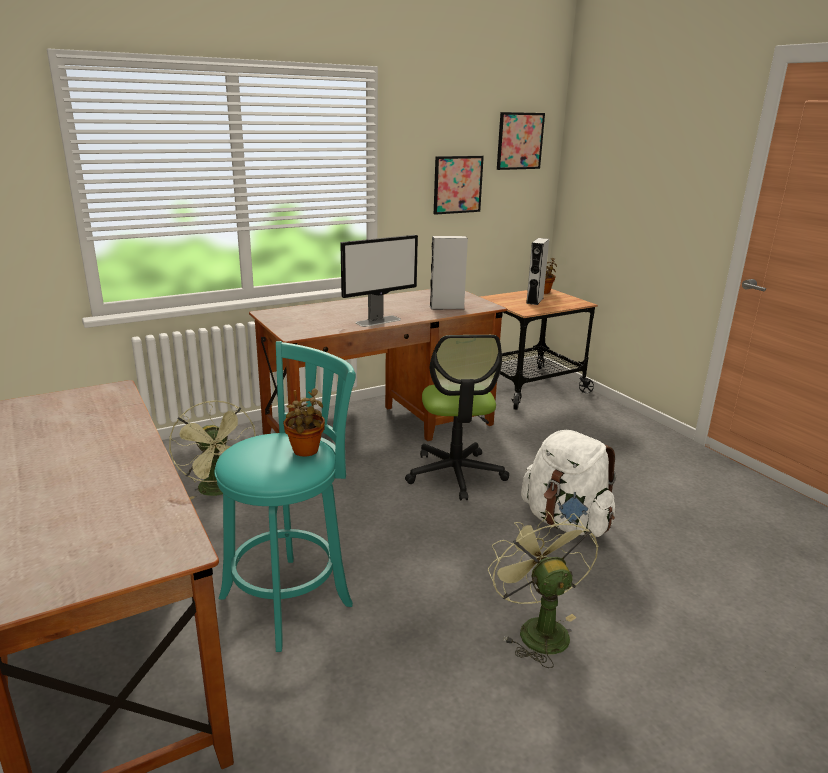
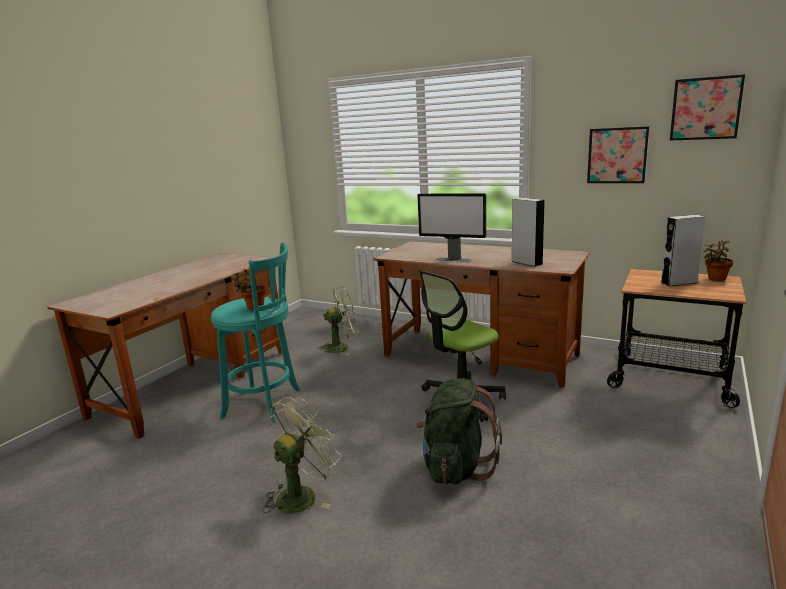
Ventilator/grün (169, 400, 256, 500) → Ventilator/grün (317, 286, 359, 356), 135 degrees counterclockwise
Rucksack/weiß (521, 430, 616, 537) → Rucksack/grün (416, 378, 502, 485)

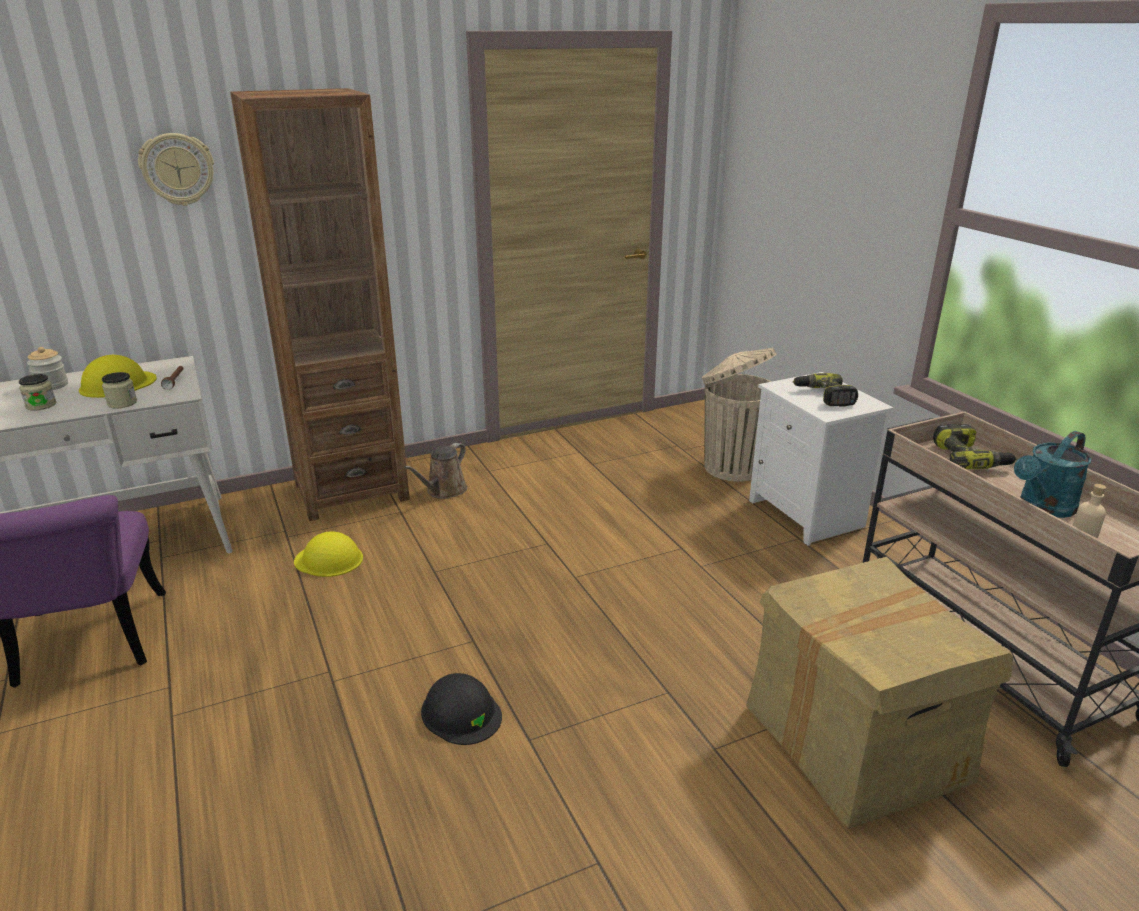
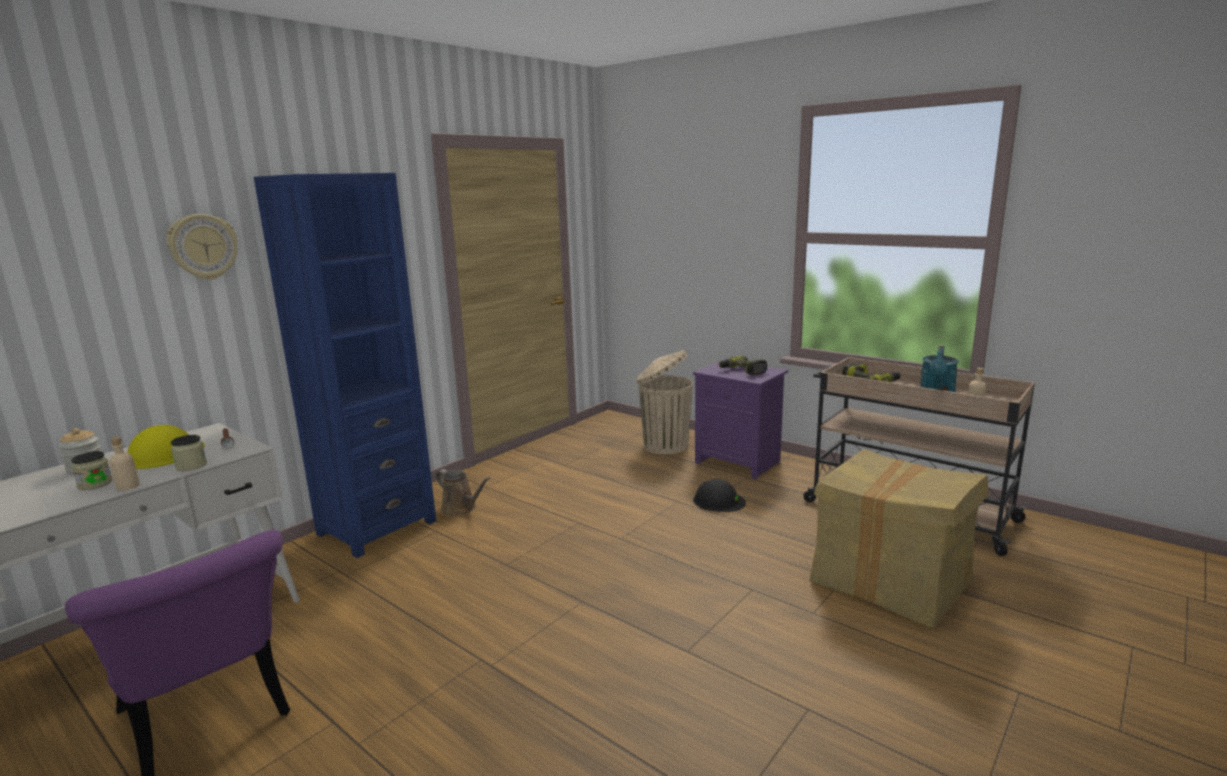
Bücherregal/braun (230, 88, 410, 521) → Bücherregal/blau (254, 173, 436, 558)
Nachttisch/weiß (749, 372, 893, 546) → Nachttisch/lila (693, 360, 788, 480)
Gießkanne/braun (404, 443, 467, 499) → Gießkanne/braun (436, 469, 490, 516), 60 degrees counterclockwise
Schutzhelm/gelb (294, 532, 363, 577) → -
Schutzhelm/schwarz (421, 673, 502, 745) → Schutzhelm/schwarz (693, 479, 746, 512), relocated
- → Flasche/beige (109, 437, 140, 491)

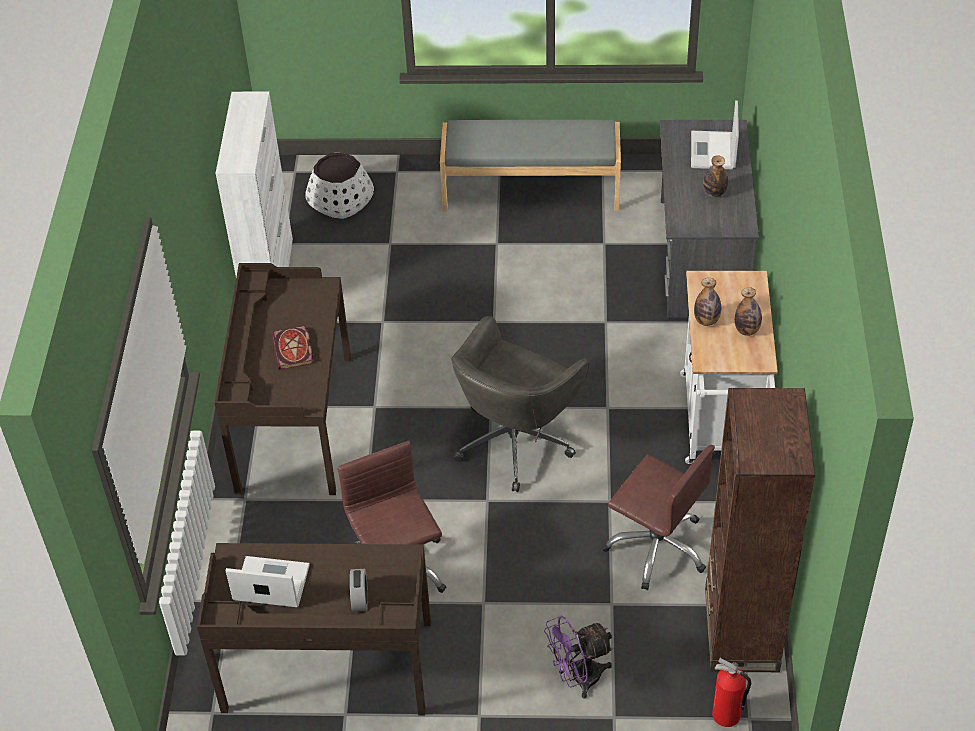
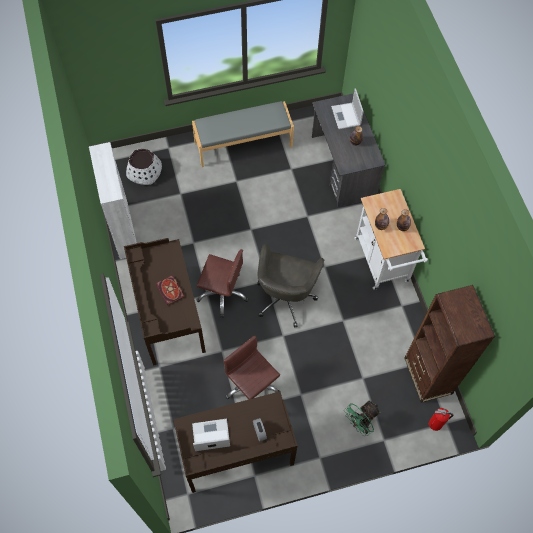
Bürostuhl/braun (602, 445, 715, 590) → Bürostuhl/braun (196, 249, 248, 318), relocated
Ventilator/lila (544, 615, 614, 699) → Ventilator/grün (344, 400, 380, 436)

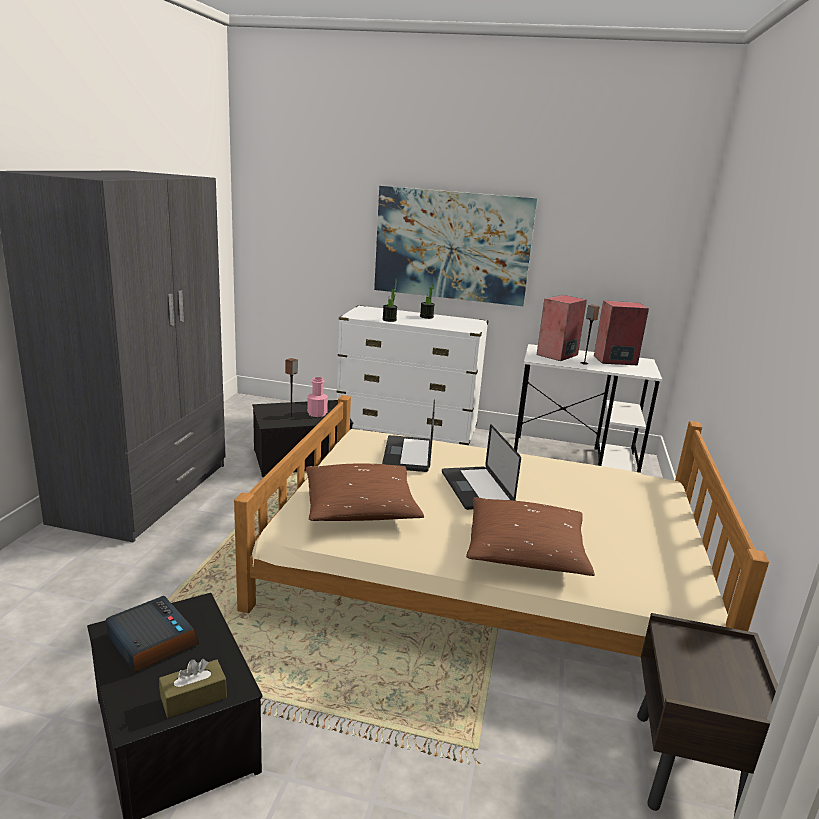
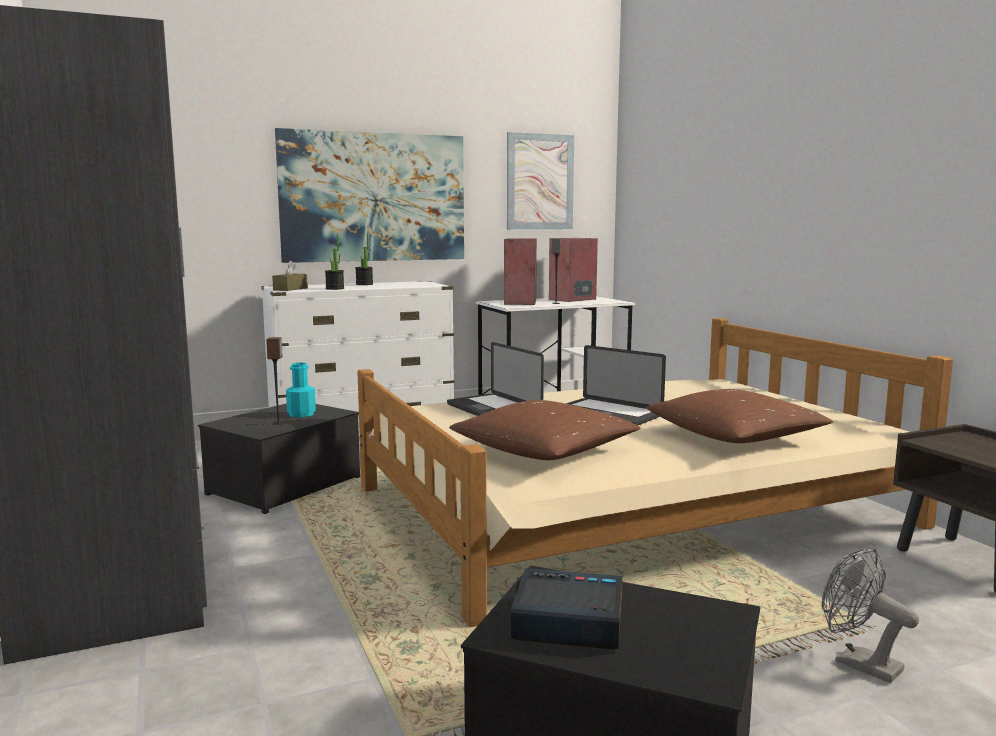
Flasche/rosa (307, 377, 328, 417) → Flasche/türkis (286, 362, 316, 417)
Taschentuchbox/braun (159, 659, 227, 718) → Taschentuchbox/braun (272, 261, 308, 291), relocated
- → Bild (507, 132, 574, 229)
- → Ventilator/grau (822, 547, 919, 683)

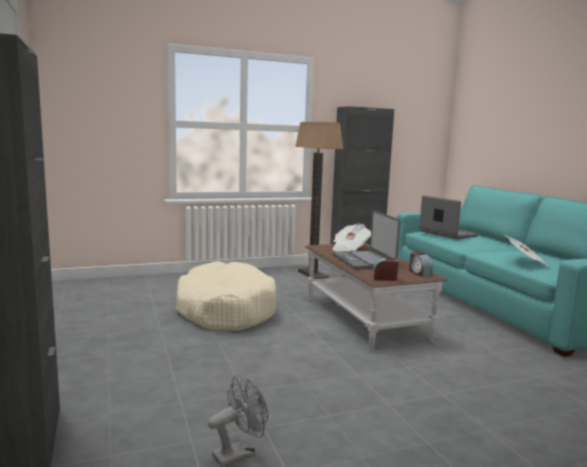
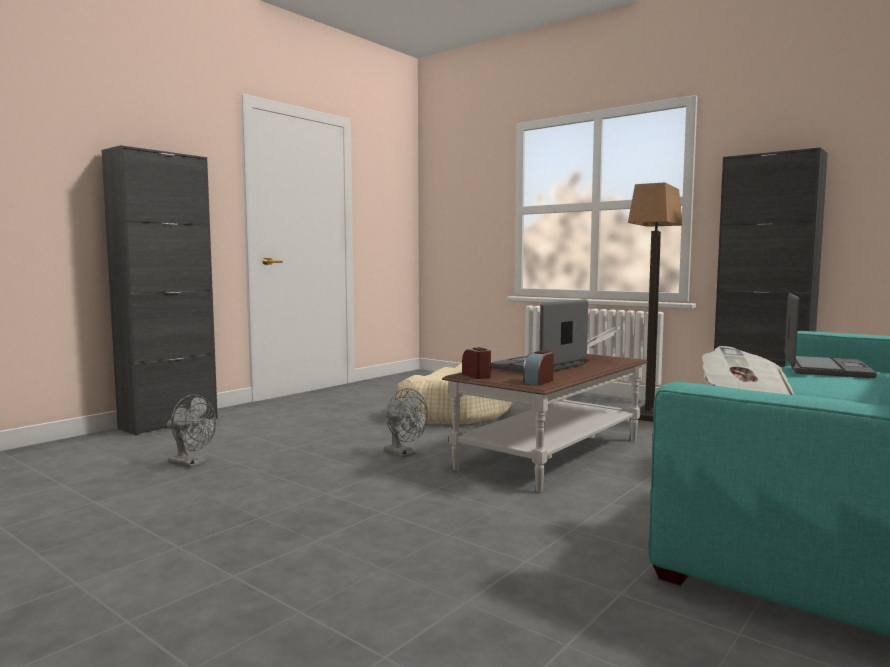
- → Ventilator/grau (384, 388, 428, 458)

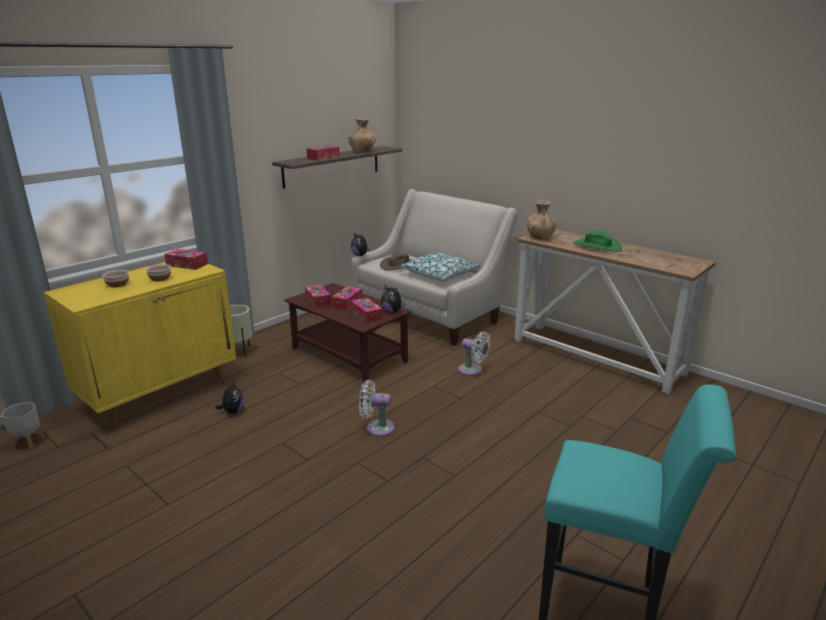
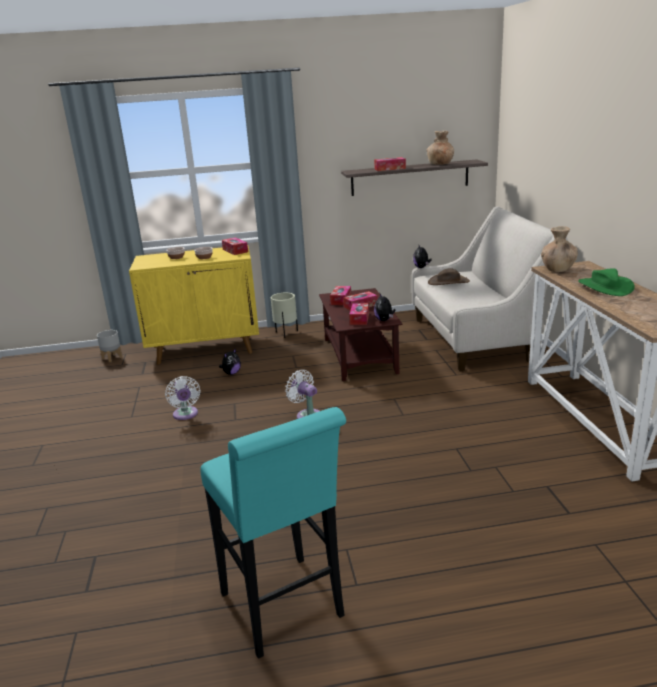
Kissen (399, 252, 480, 281) → -
Ventilator/weiß (458, 332, 490, 376) → Ventilator/weiß (165, 376, 201, 420), relocated

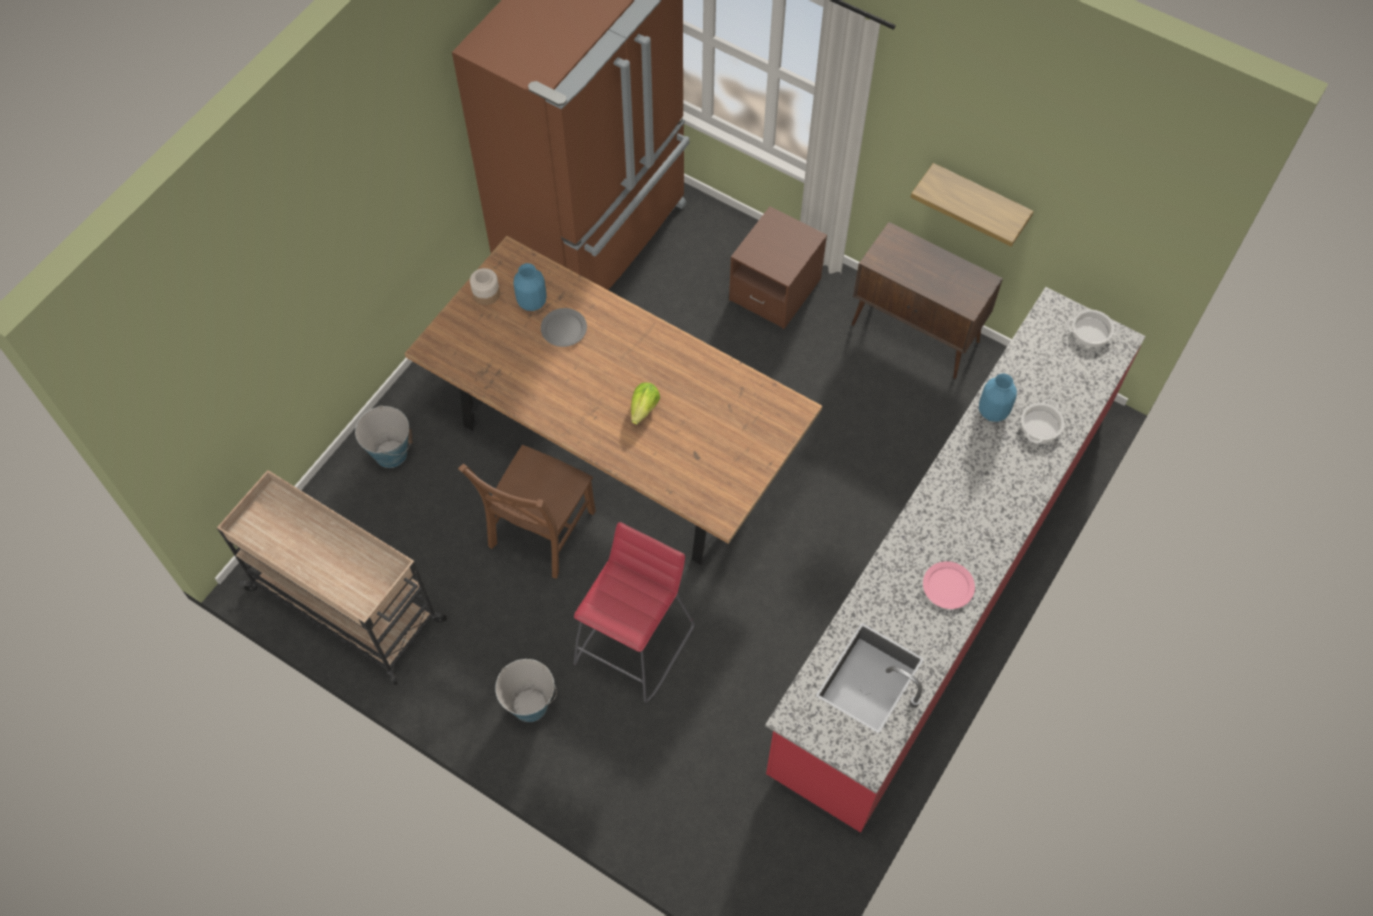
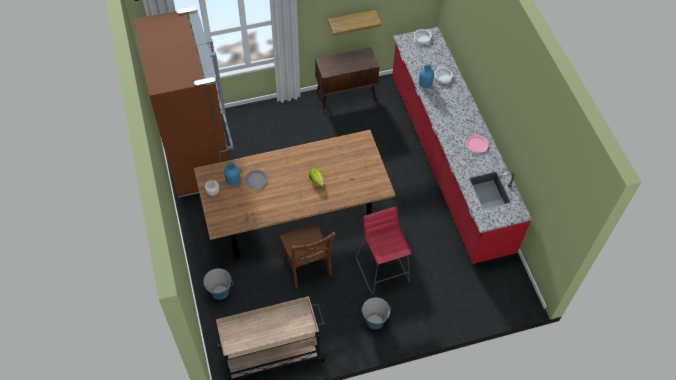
Nachttisch/braun (729, 206, 827, 329) → -

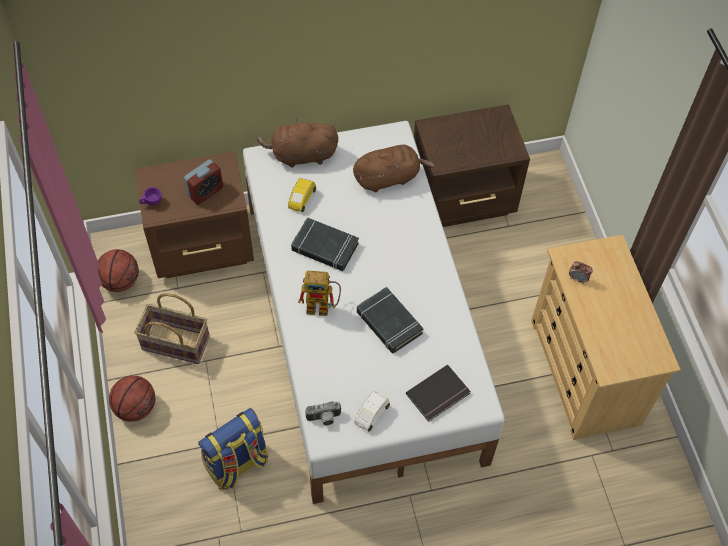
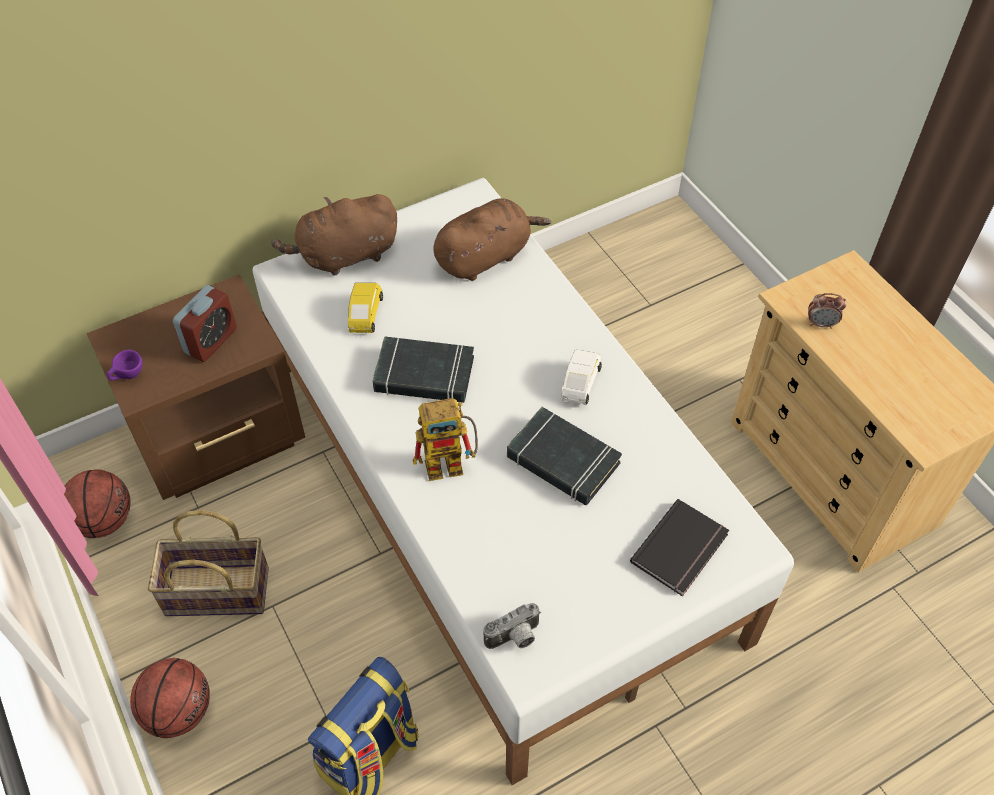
Nachttisch/braun (414, 104, 530, 227) → -
Spielzeugauto/weiß (354, 391, 390, 432) → Spielzeugauto/weiß (562, 349, 602, 405), relocated

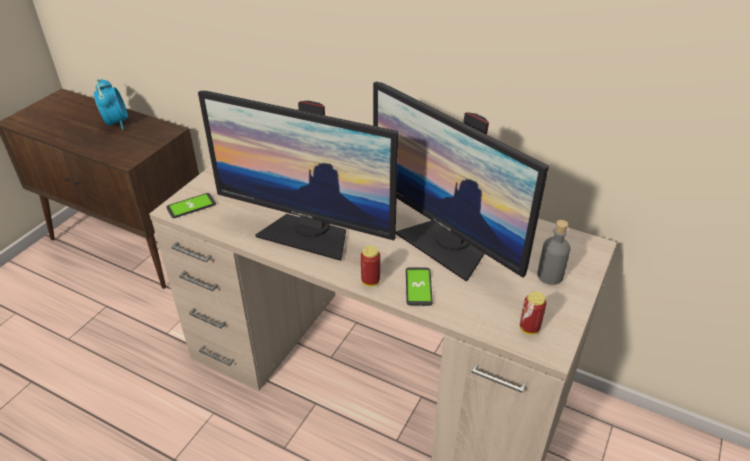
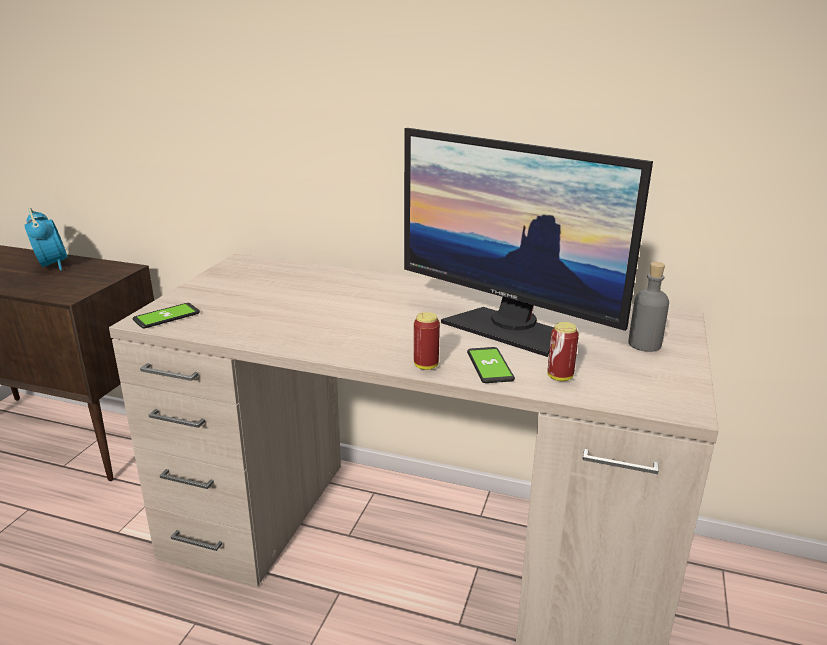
Monitor (198, 91, 398, 261) → -
Dose (520, 292, 547, 335) → Dose (547, 322, 579, 381), relocated

